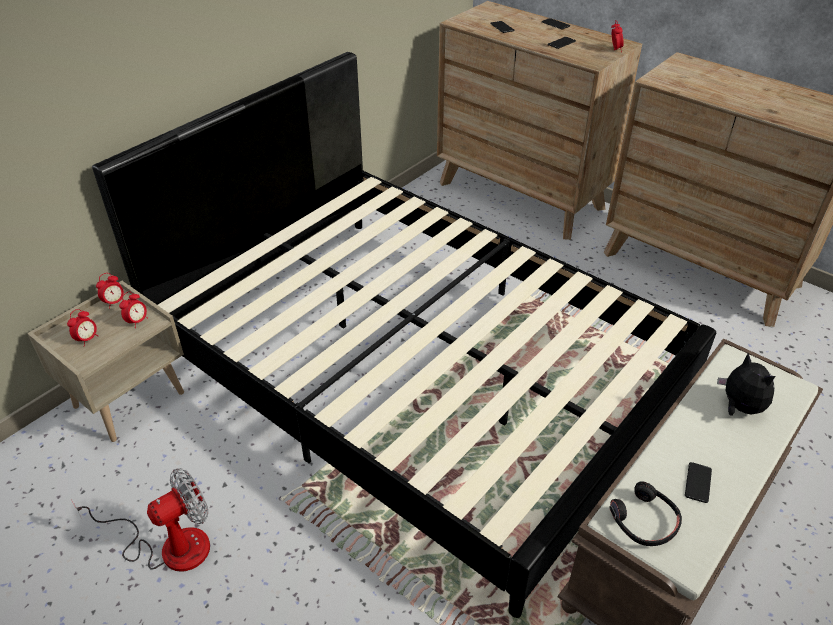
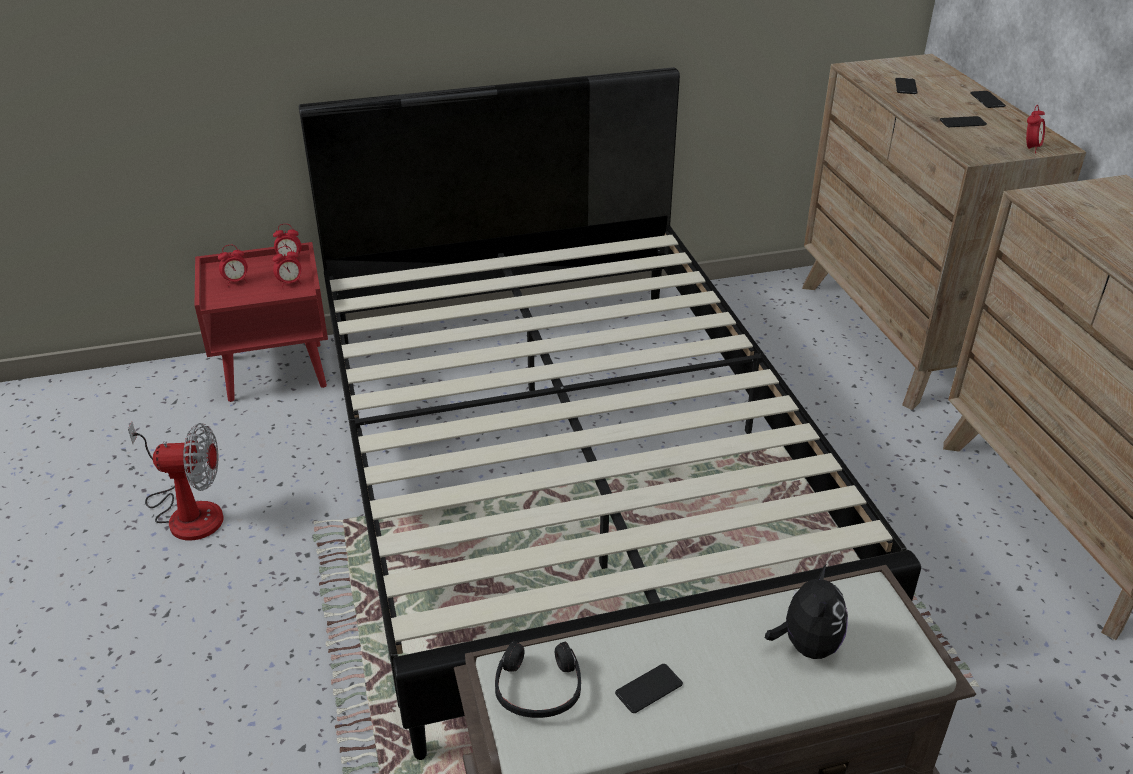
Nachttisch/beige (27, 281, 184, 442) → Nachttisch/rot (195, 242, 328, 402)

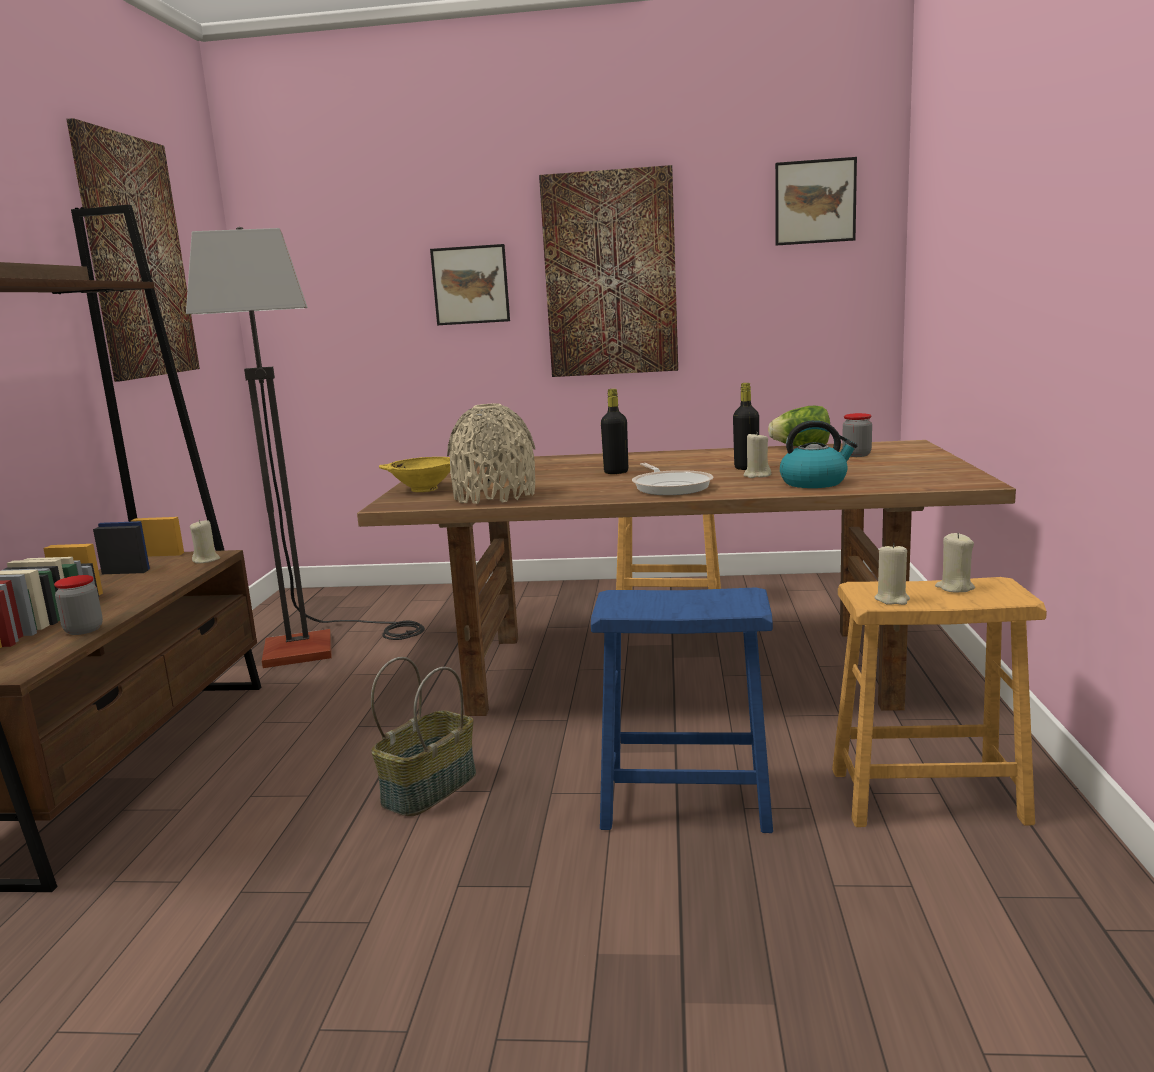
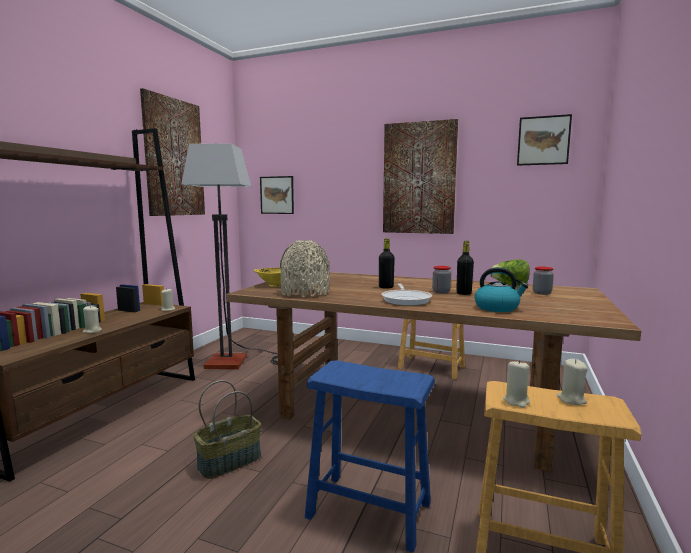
Bild (430, 244, 510, 325) → Bild (260, 176, 294, 214), relocated
Kerze/beige (743, 432, 771, 478) → Kerze/beige (82, 306, 102, 333), relocated
Vorratsglas (54, 575, 103, 635) → Vorratsglas (432, 266, 451, 294), relocated

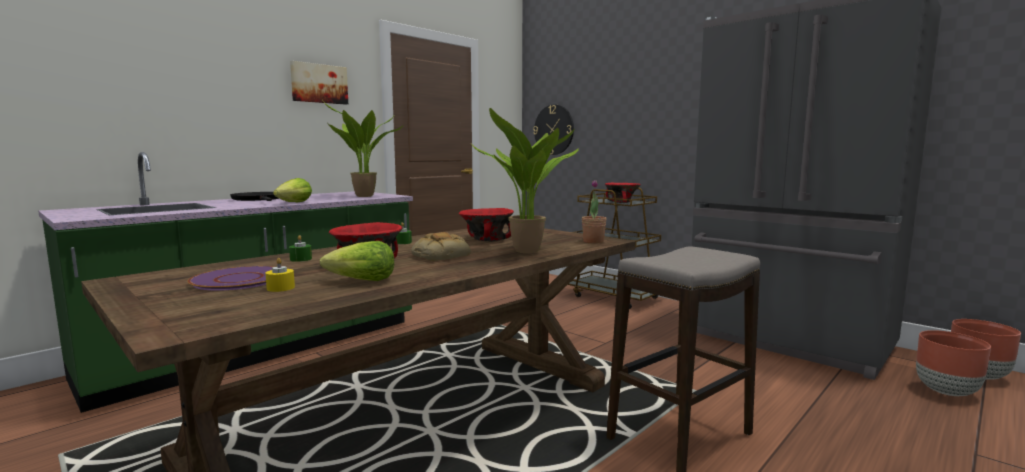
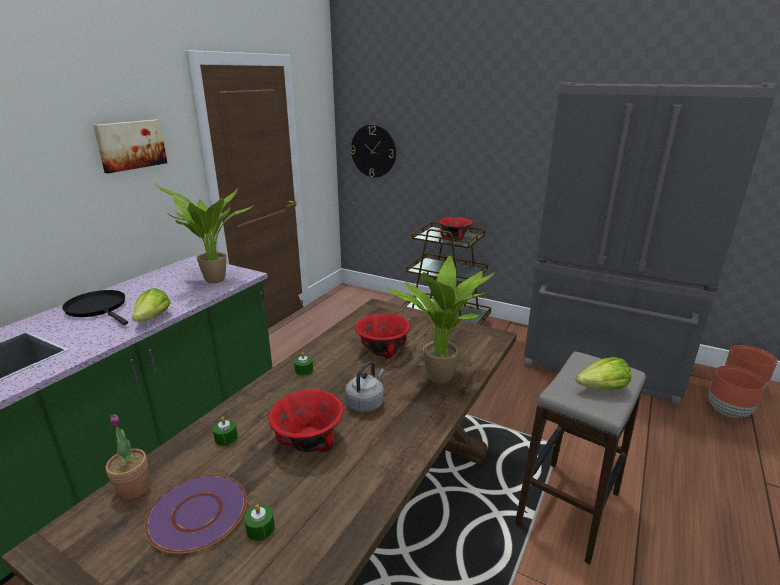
Topfpflanze (582, 180, 607, 244) → Topfpflanze (106, 414, 150, 500), relocated
Brot (411, 232, 471, 261) → Wasserkessel/grau (345, 361, 384, 412)
Salatkopf (320, 241, 394, 281) → Salatkopf (576, 357, 631, 390), relocated
Kerze/gelb (265, 258, 295, 292) → Kerze/grün (244, 504, 275, 541)

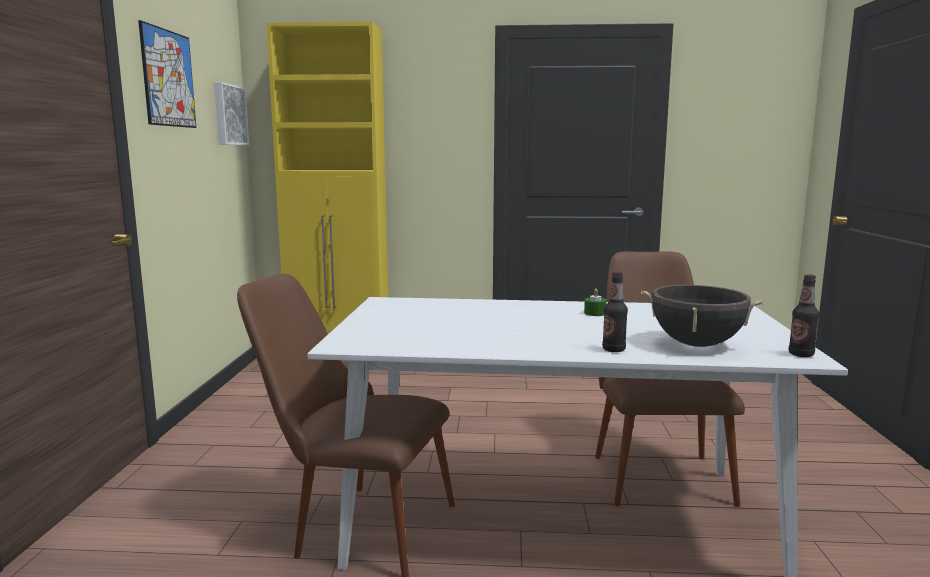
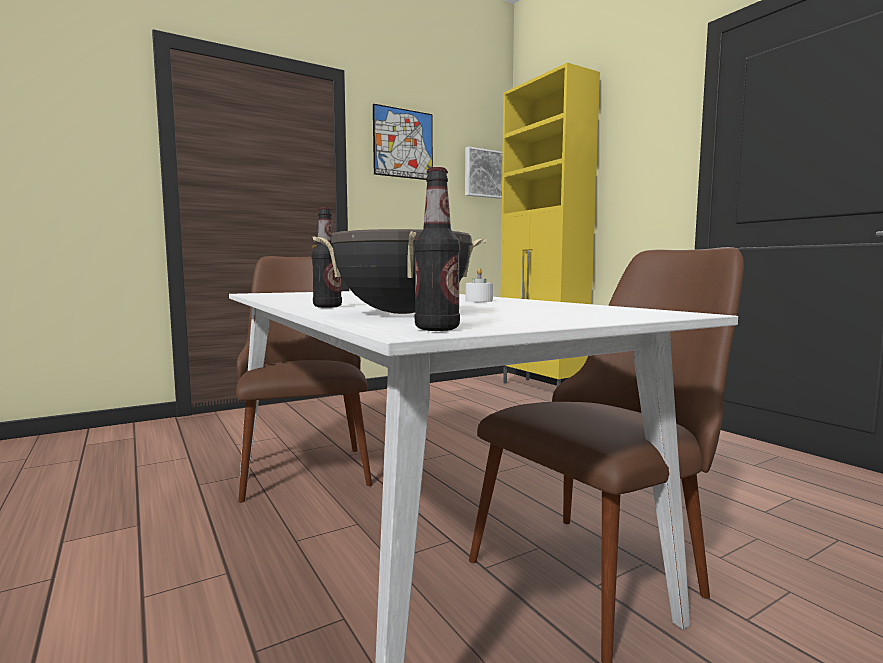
Kerze/grün (584, 288, 607, 316) → Kerze/weiß (466, 268, 493, 302)

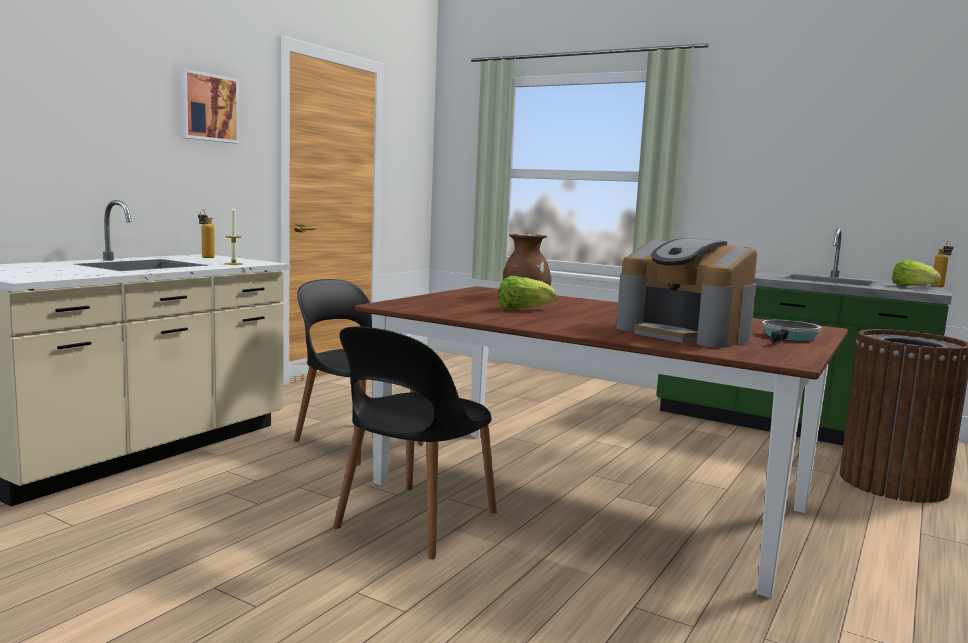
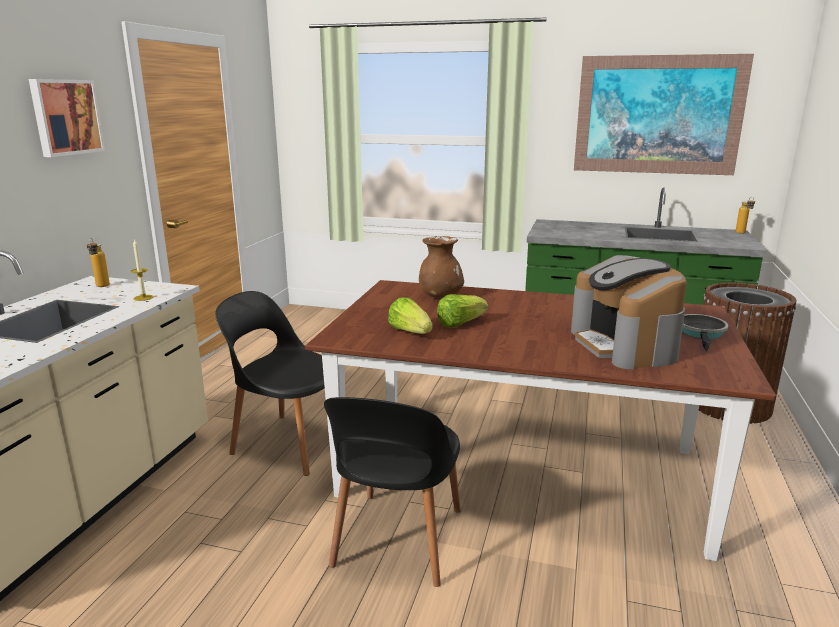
Kaffeemaschine (616, 238, 757, 348) → Kaffeemaschine (571, 255, 687, 369), 45 degrees clockwise
Salatkopf (892, 259, 941, 286) → Salatkopf (388, 297, 433, 334), relocated
- → Bild (574, 54, 754, 175)

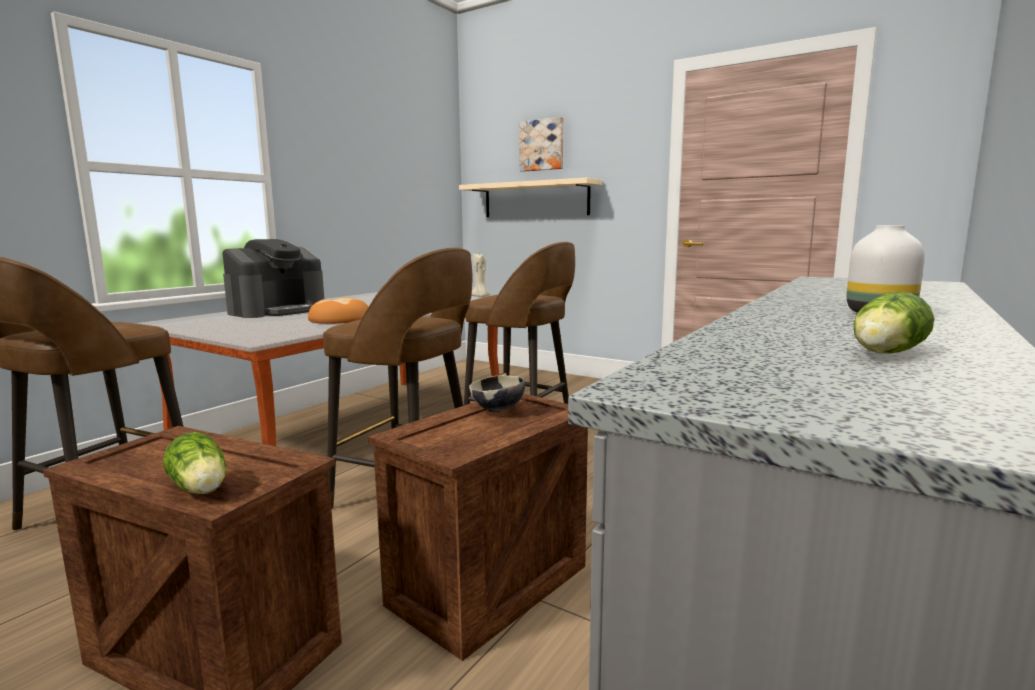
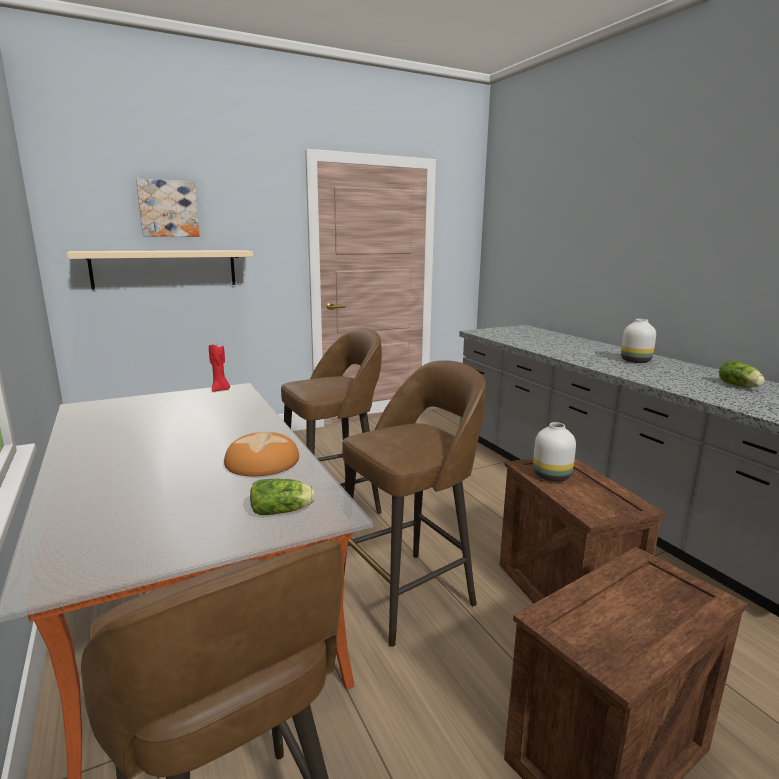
Kaffeemaschine (222, 239, 324, 318) → -
Kerze/beige (471, 253, 490, 297) → Kerze/rot (209, 344, 230, 392)
Schüssel (469, 375, 525, 412) → Vase/weiß (533, 422, 576, 481)
Salatkopf (163, 432, 226, 494) → Salatkopf (250, 479, 315, 515), relocated

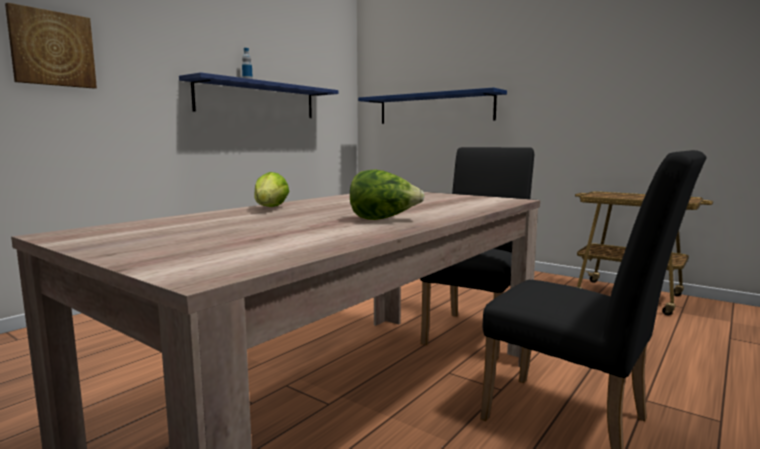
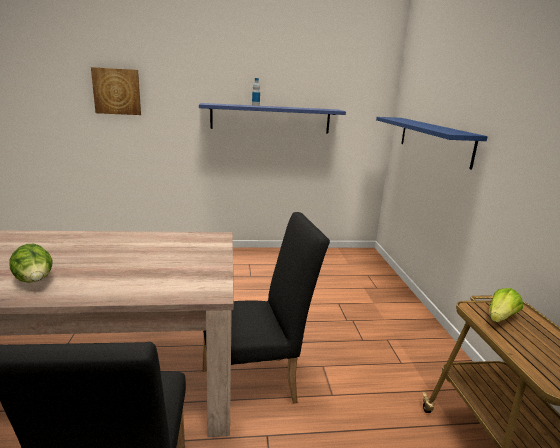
Salatkopf (254, 172, 289, 207) → Salatkopf (489, 288, 523, 322), relocated

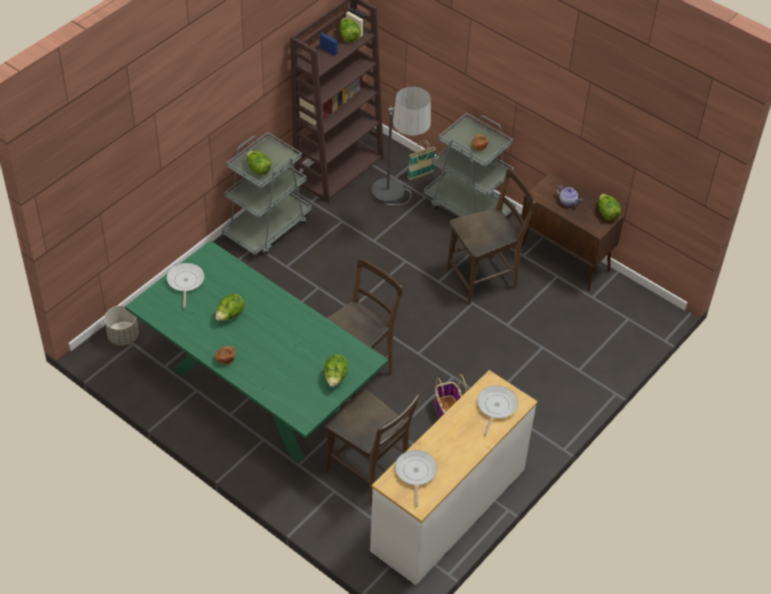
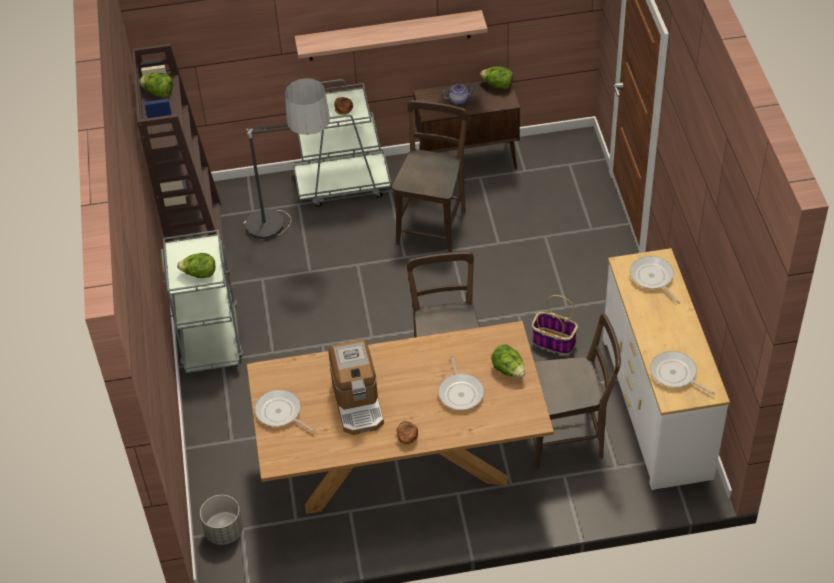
Korb (407, 140, 436, 180) → -
Esstisch/grün (125, 240, 388, 463) → Esstisch/braun (247, 321, 554, 514)
Salatkopf (216, 294, 245, 321) → Kaffeemaschine (329, 339, 384, 435)
- → Wandregal (295, 10, 488, 60)
- → Pfanne (438, 355, 484, 410)

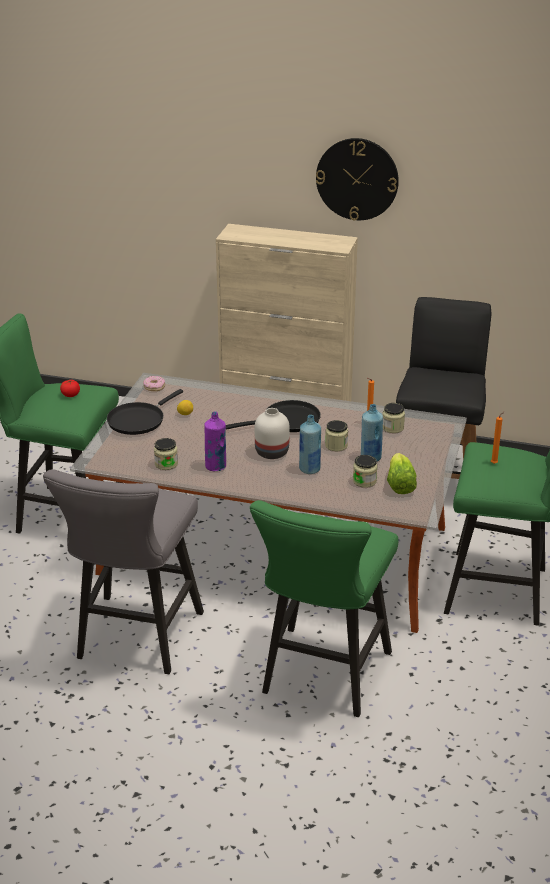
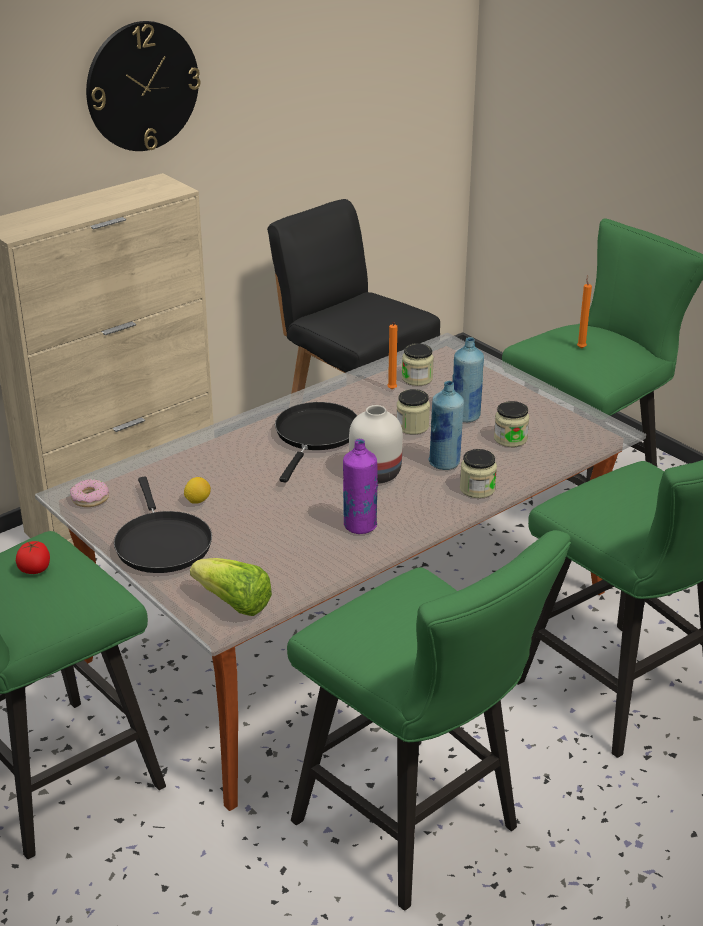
Vorratsglas (154, 438, 178, 470) → Vorratsglas (460, 449, 497, 498), relocated
Salatkopf (387, 453, 417, 494) → Salatkopf (190, 558, 272, 616), relocated
Hocker/grau (43, 469, 204, 674) → Hocker/grün (287, 530, 571, 911)

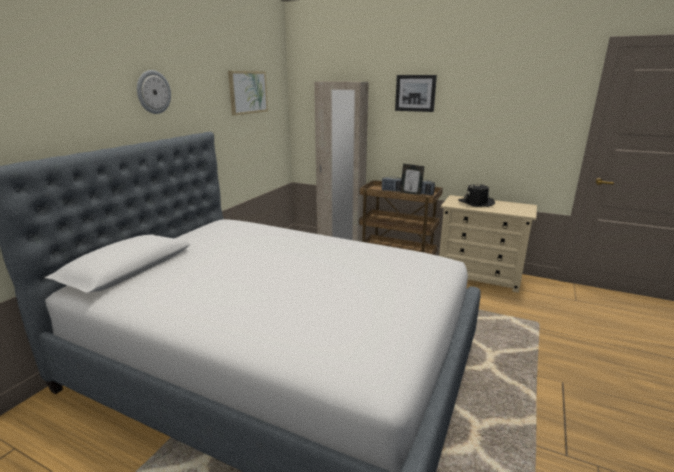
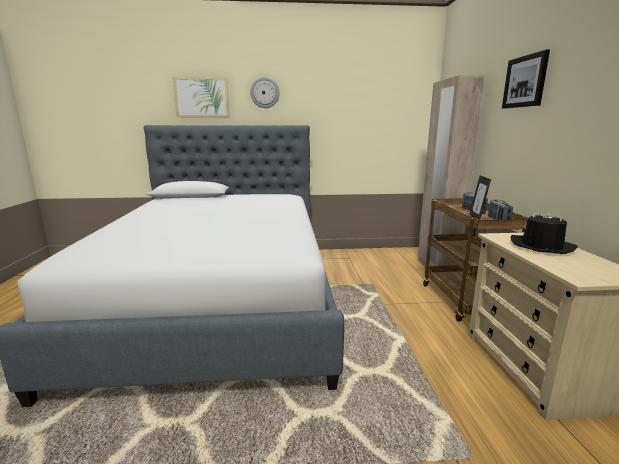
Bild (228, 71, 268, 116) → Bild (173, 77, 230, 117), relocated

